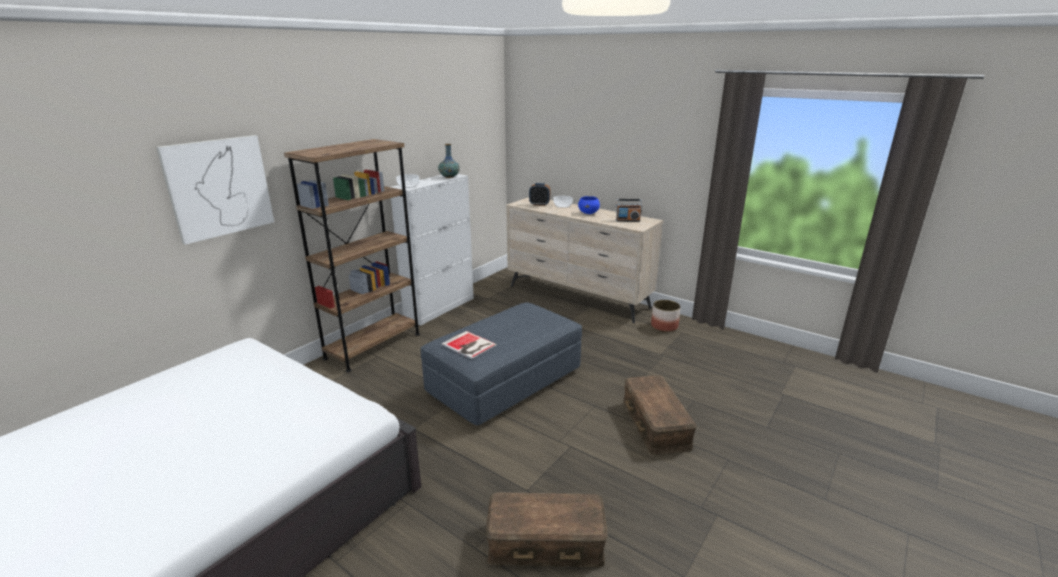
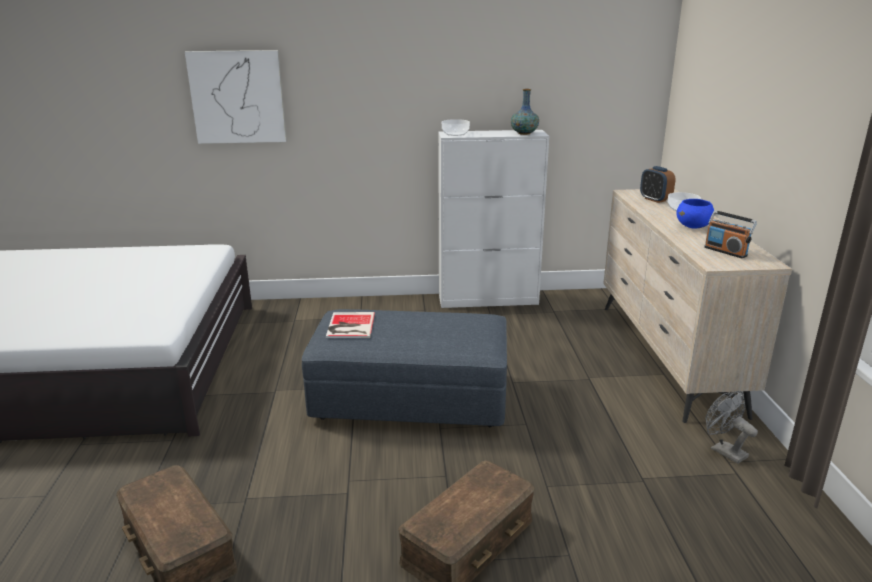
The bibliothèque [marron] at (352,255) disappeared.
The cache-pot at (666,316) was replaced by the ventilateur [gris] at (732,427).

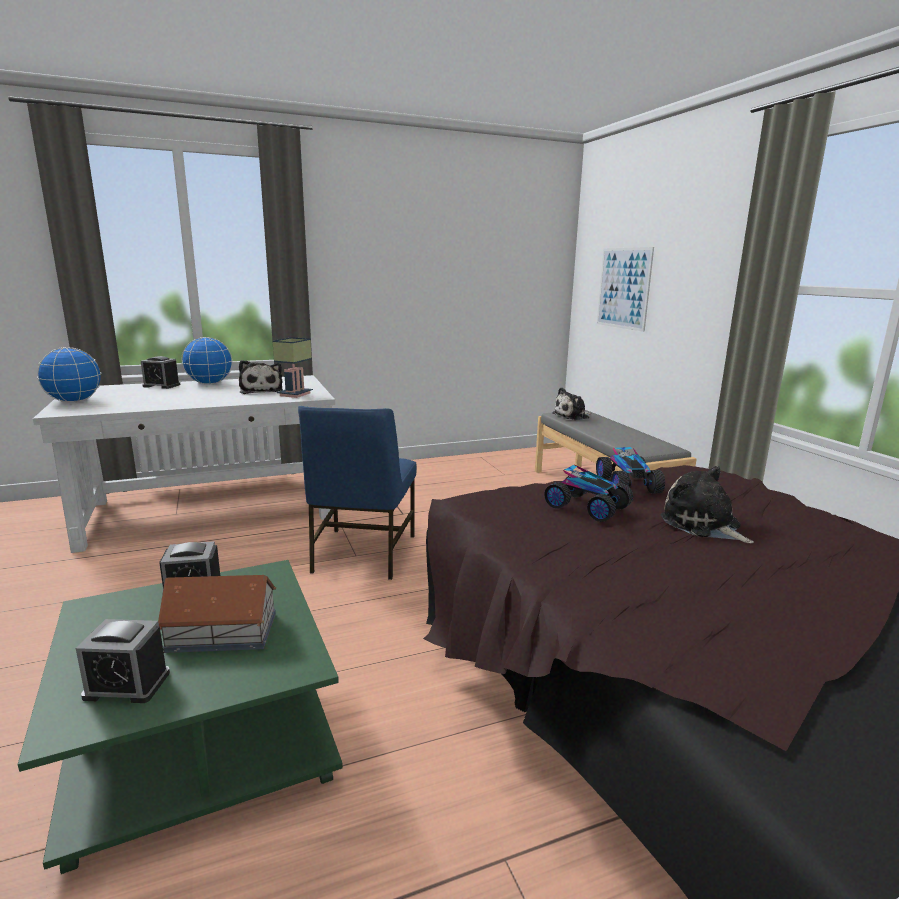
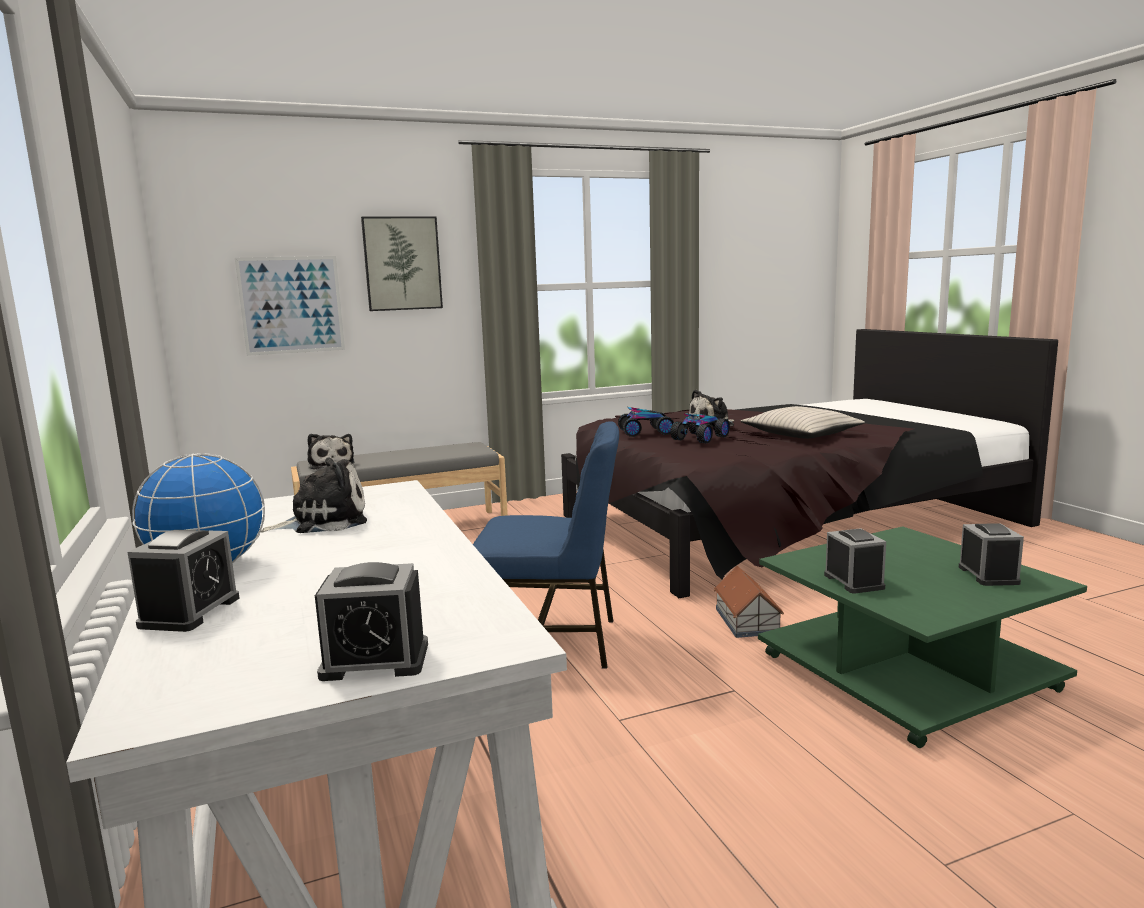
The globe at (69,375) was replaced by the réveil at (371,621).
The maison miniature moved from (217,614) to (749,602).
The lampe de table at (293,367) disappeared.
The tableau at (402,263) appeared.
The coussin [beige] at (803,422) appeared.

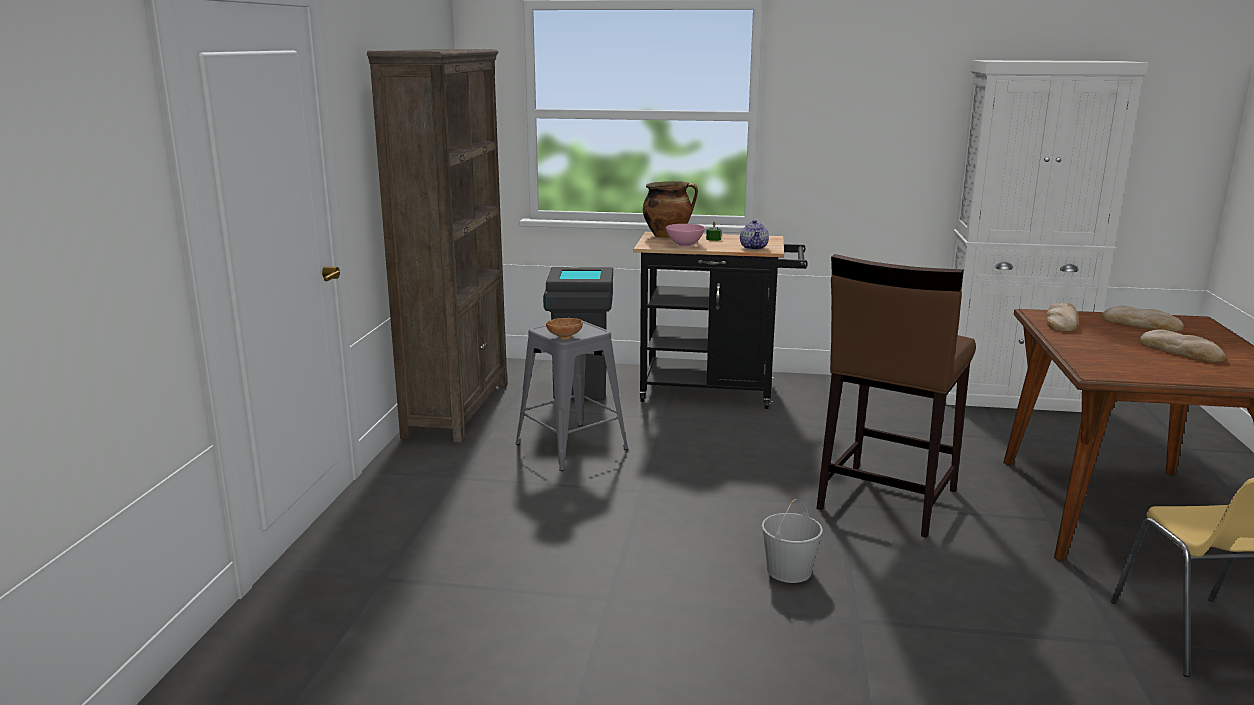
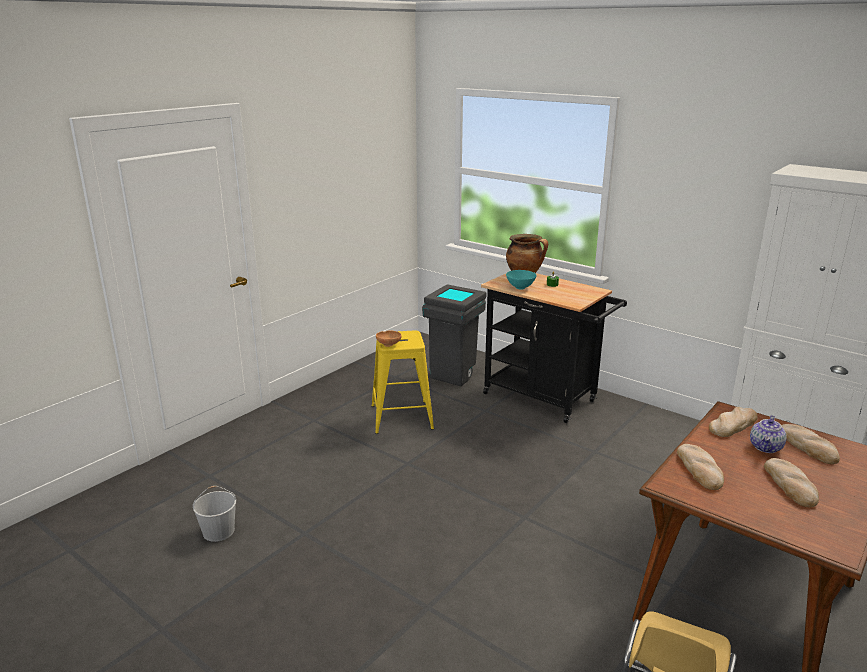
The bibliothèque [marron] at (437,246) disappeared.
The tabouret [gris] at (572,396) became the tabouret [jaune] at (402,382).
The bol [rose] at (685,235) became the bol [turquoise] at (521,280).
The théière moved from (754,235) to (768,434).
The seau [blanc] moved from (792,541) to (214,514).
The tabouret [marron] at (896,396) disappeared.
The pain at (700,467) appeared.

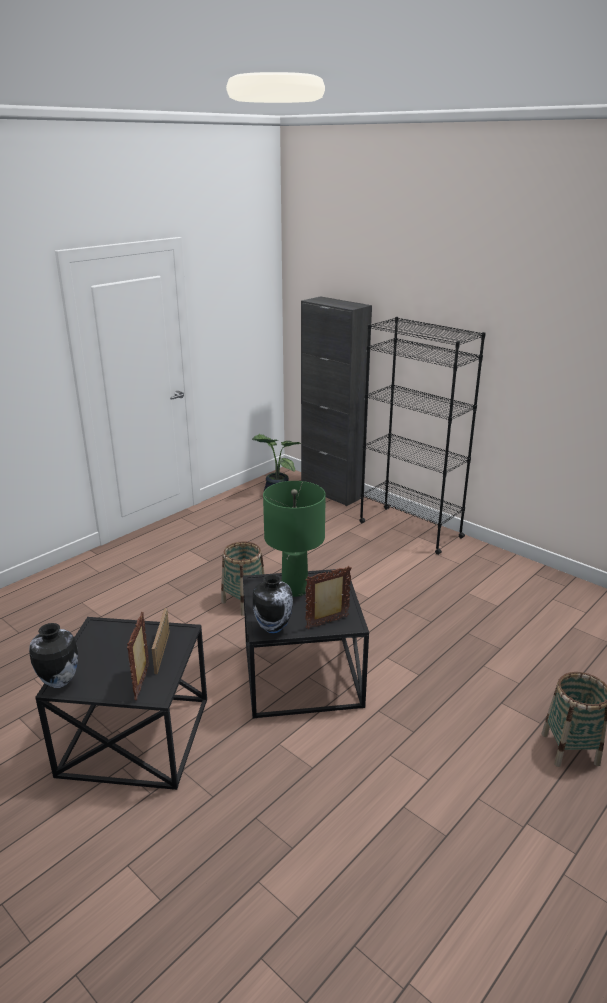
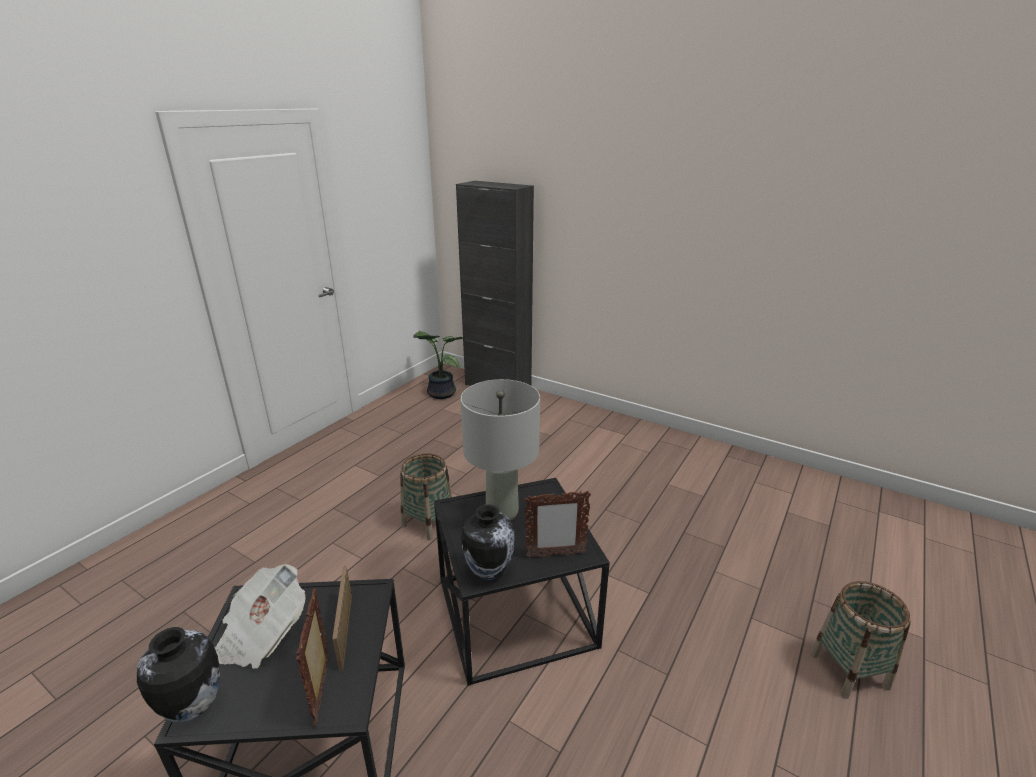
The lampe de table [vert] at (294,539) became the lampe de table [gris] at (500,450).
The cadre photo at (328,597) turned 150 degrees counterclockwise.
The bibliothèque [noir] at (422,436) disappeared.
The journal at (260,616) appeared.

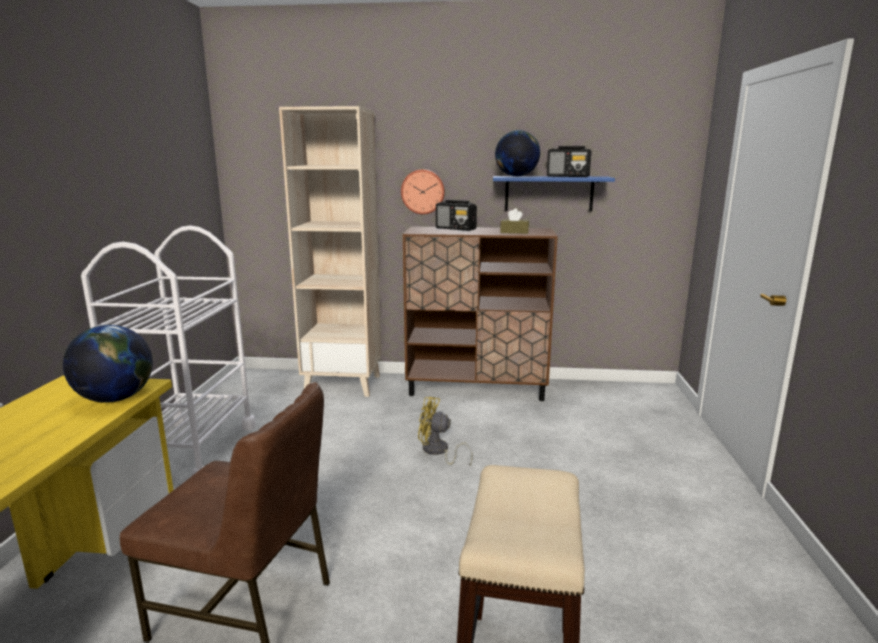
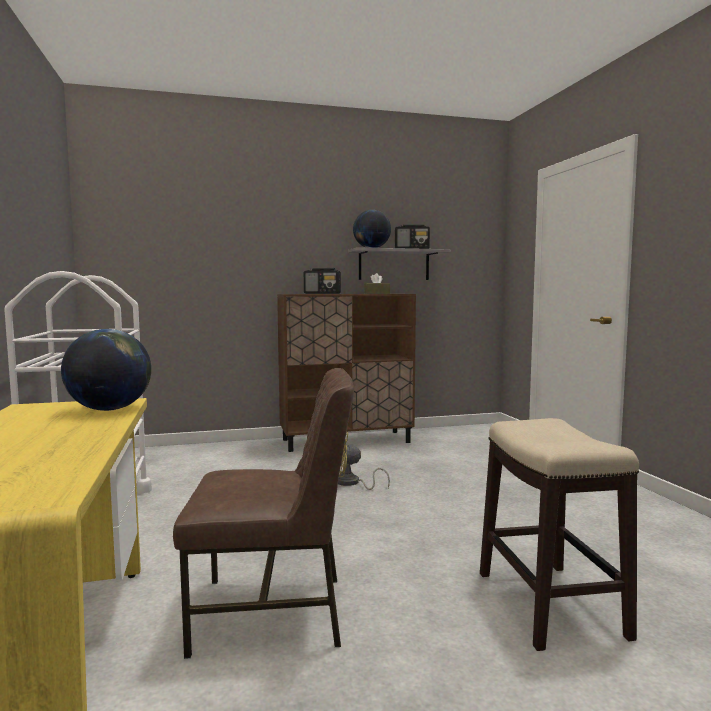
The bibliothèque [beige] at (330,251) disappeared.
The horloge murale at (423,191) disappeared.
The étagère [bleu] at (554,193) became the étagère [gris] at (399,263).

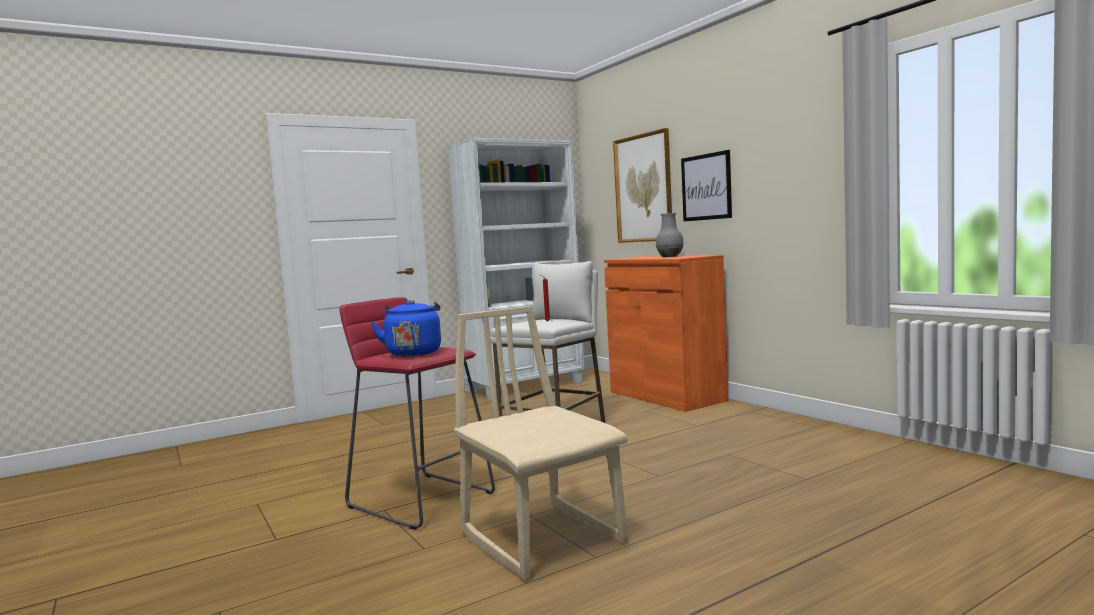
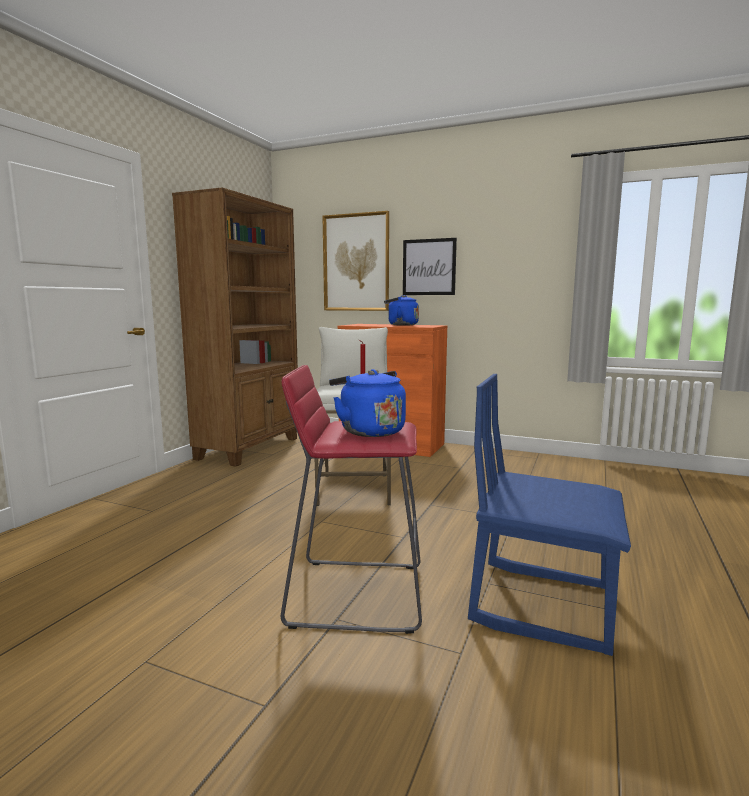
The bibliothèque [blanc] at (516,269) became the bibliothèque [marron] at (235,326).
The chaise [beige] at (541,443) became the chaise [bleu] at (549,515).
The vase [gris] at (670,235) was replaced by the bouilloire [bleu] at (401,310).

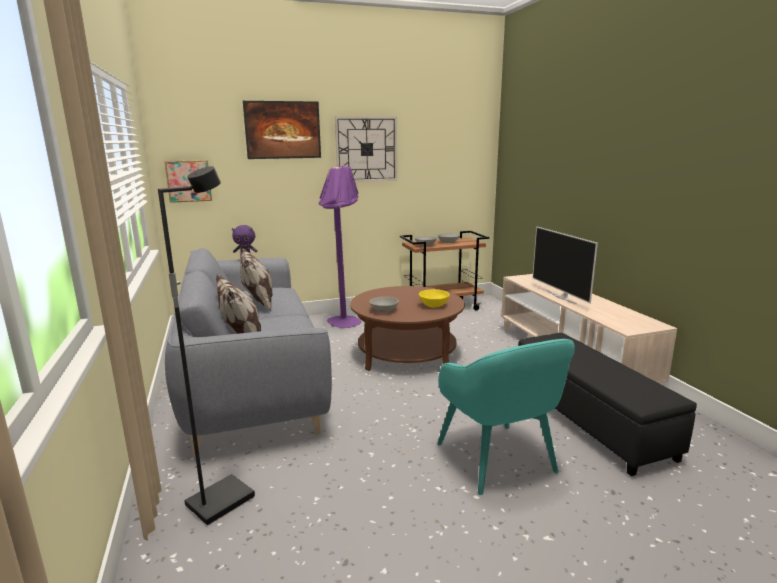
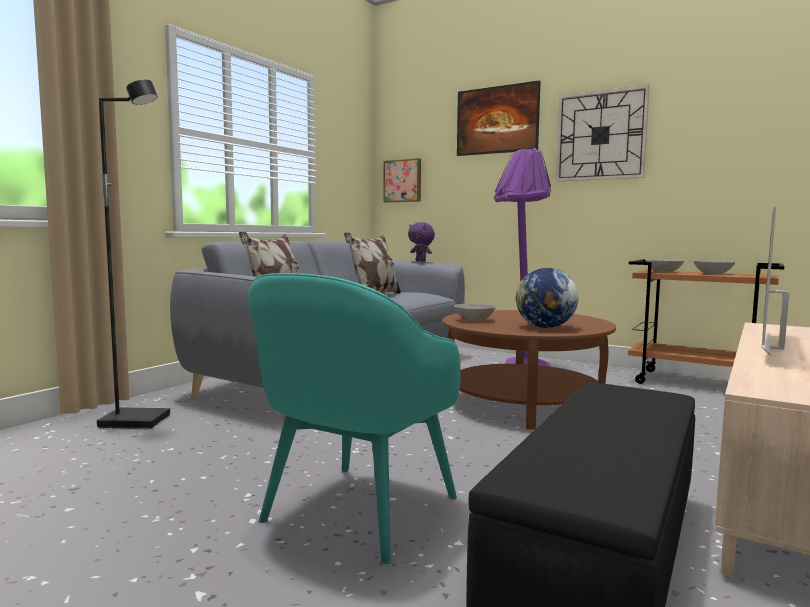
The bol [jaune] at (434,298) was replaced by the globe at (547,298).

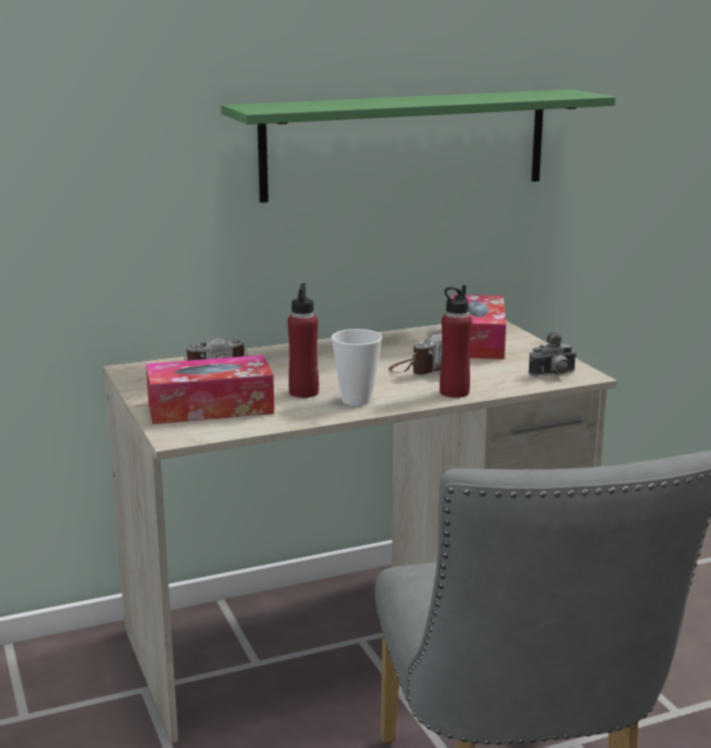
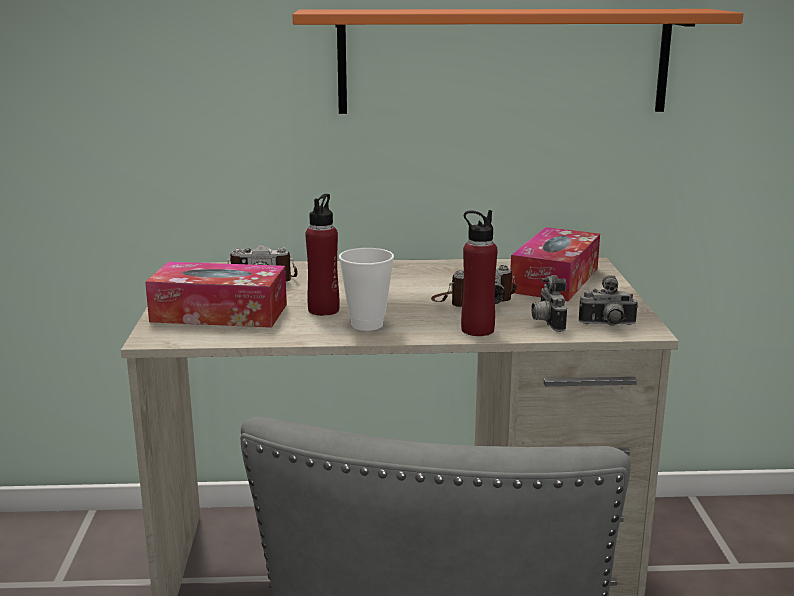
The étagère [vert] at (418,146) became the étagère [orange] at (517,61).
The appareil photo at (549,303) appeared.

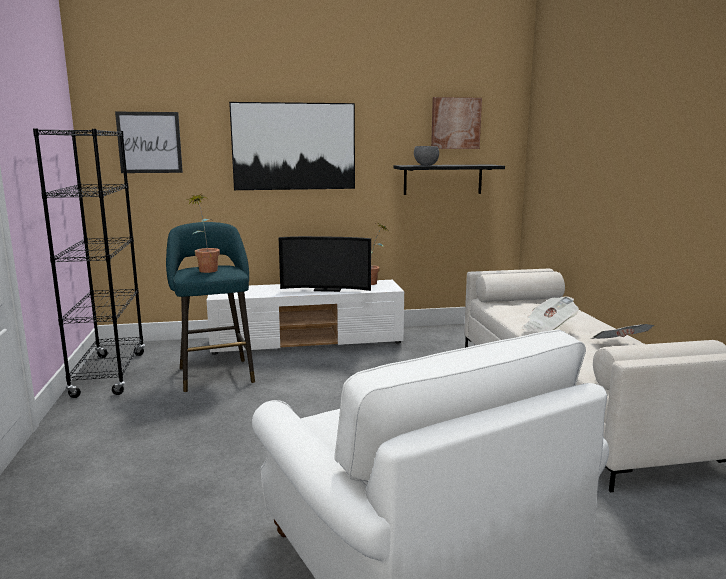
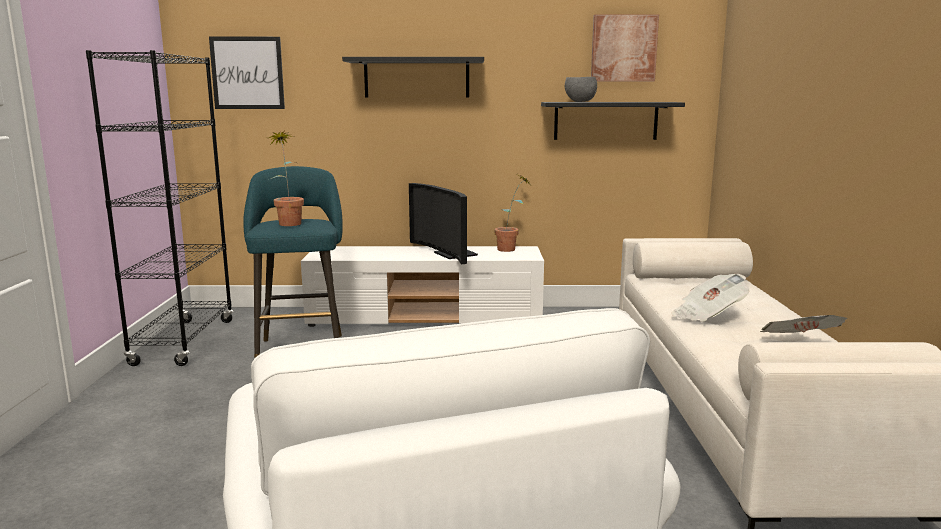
The tableau at (292,146) was replaced by the étagère [noir] at (413,77).
The téléviseur at (325,264) turned 45 degrees clockwise.

